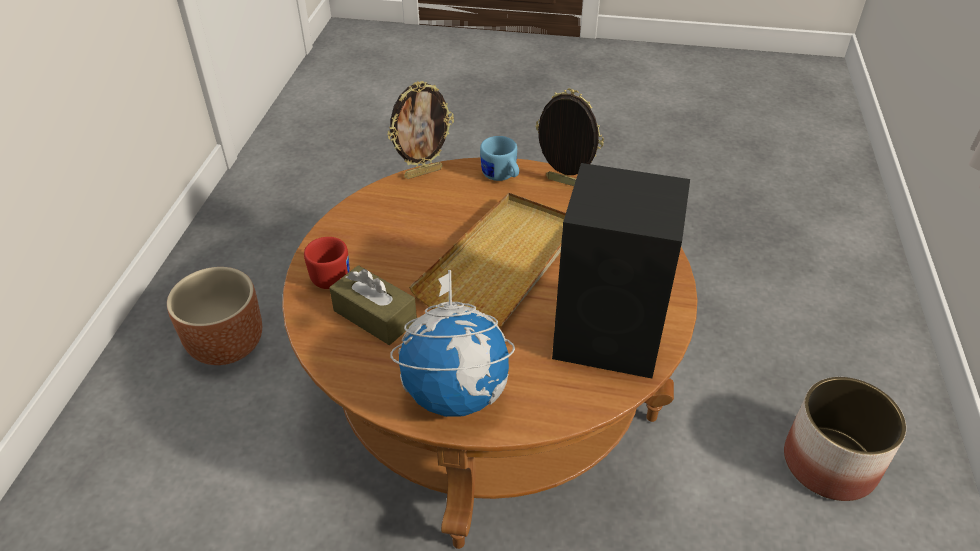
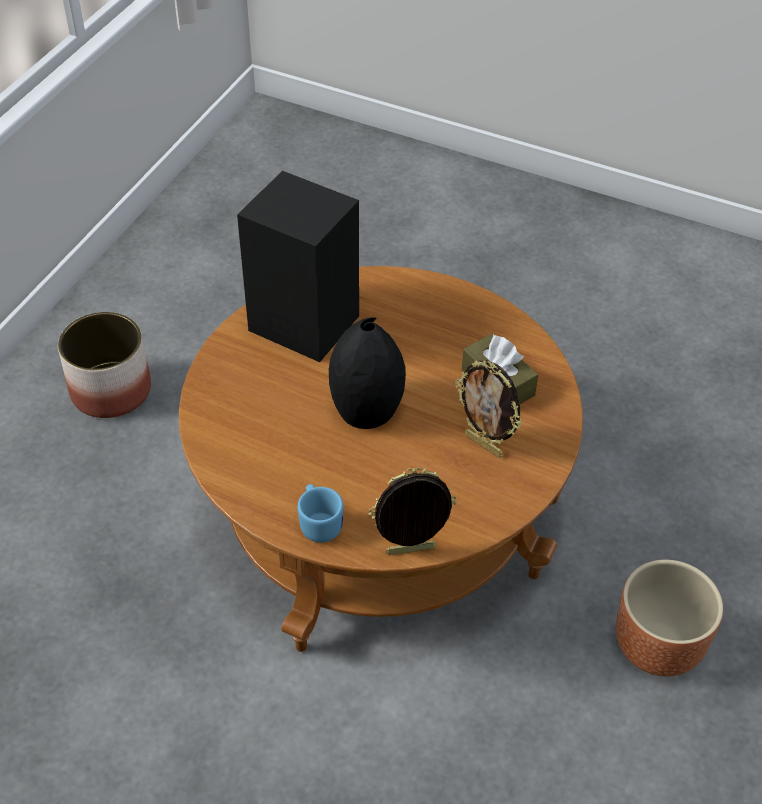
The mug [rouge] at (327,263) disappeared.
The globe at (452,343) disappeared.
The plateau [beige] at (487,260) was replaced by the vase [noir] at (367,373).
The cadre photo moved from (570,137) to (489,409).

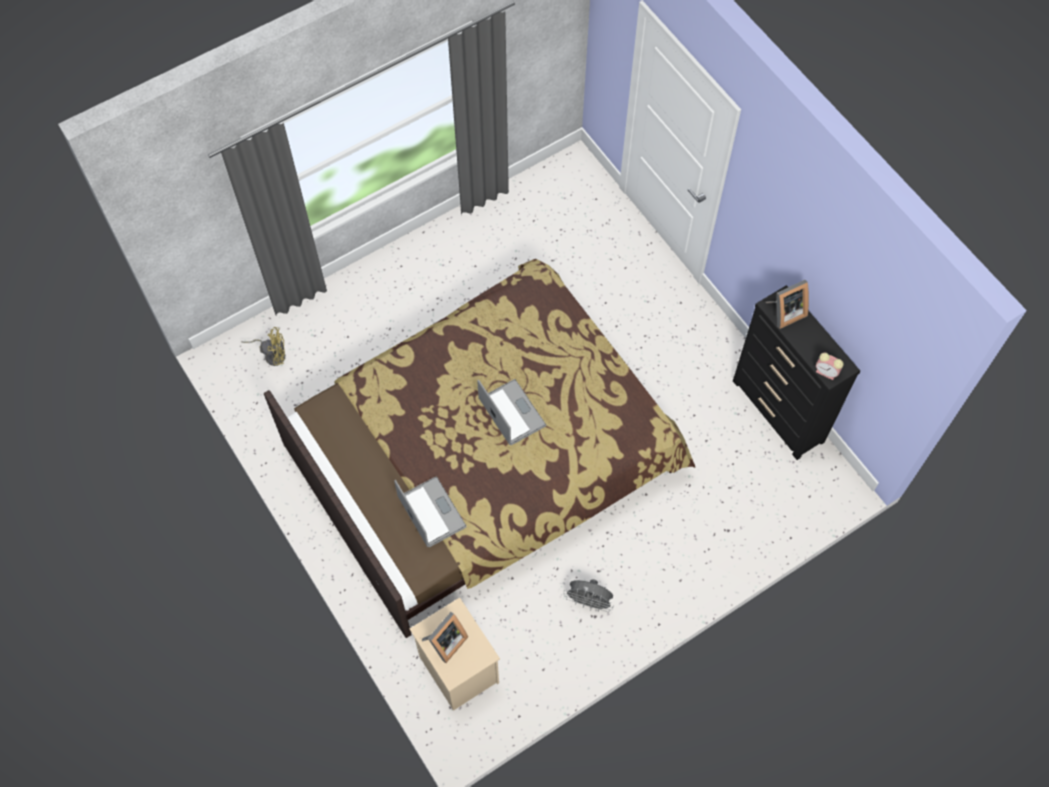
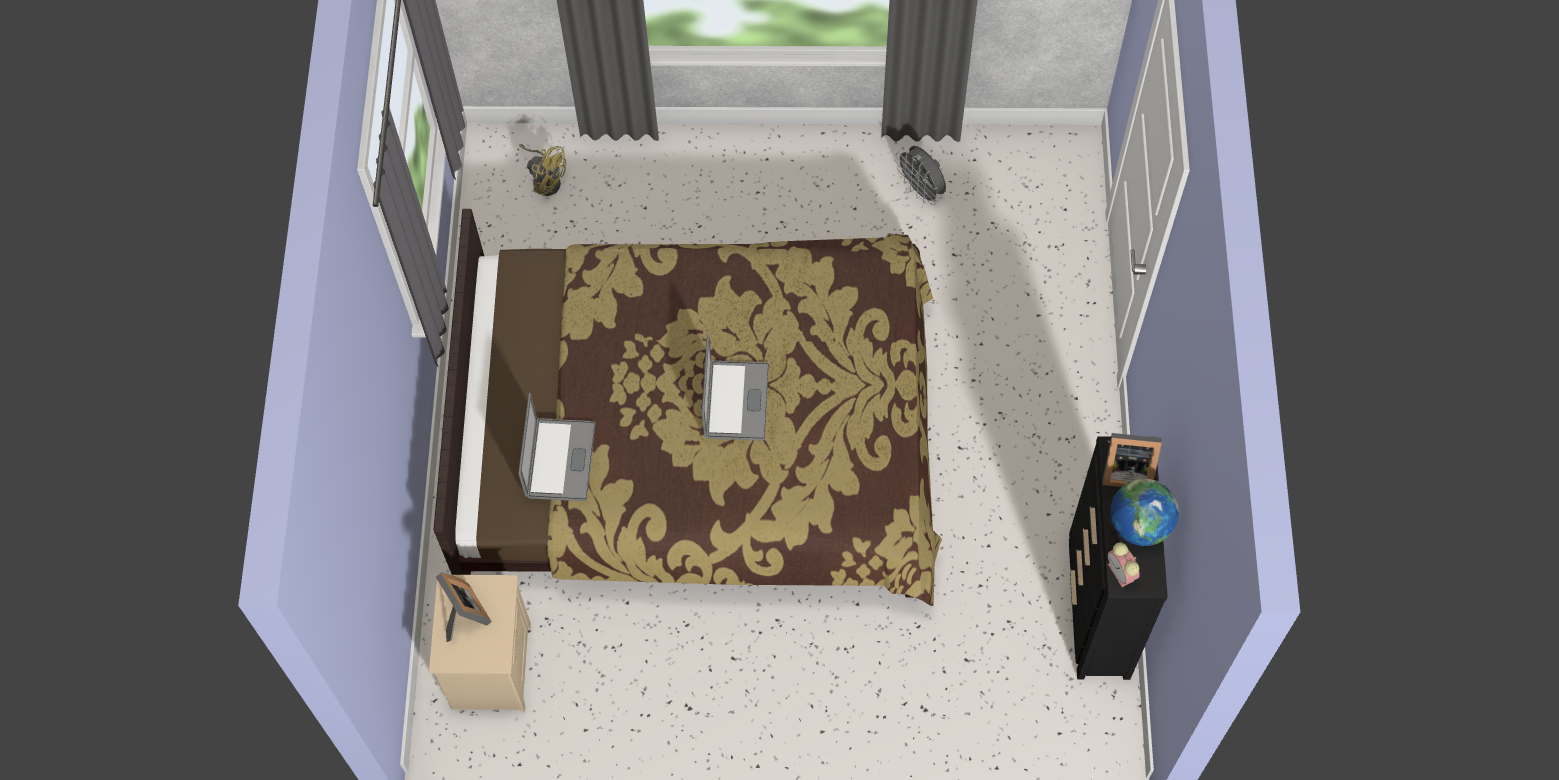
The cadre photo at (445,637) turned 105 degrees counterclockwise.
The ventilateur [gris] moved from (588,595) to (920,175).
The globe at (1144,512) appeared.

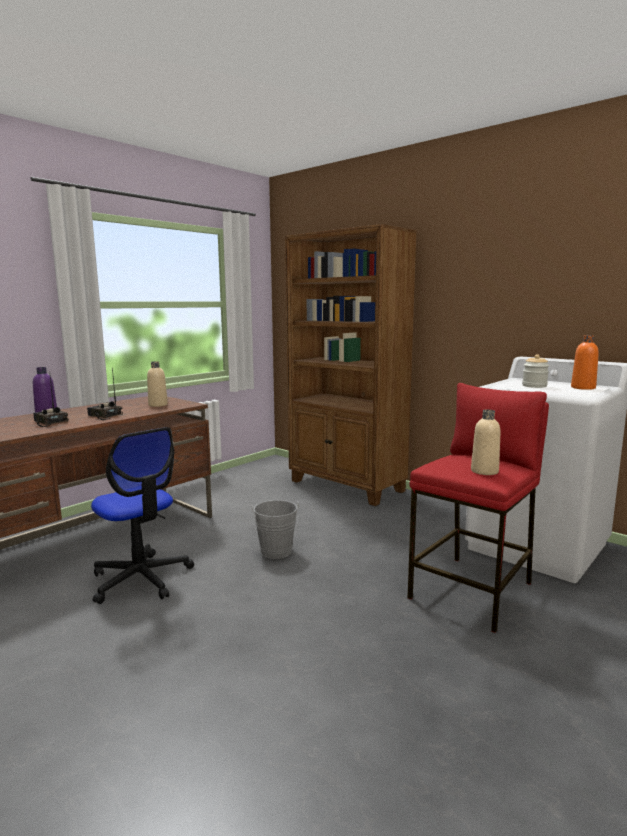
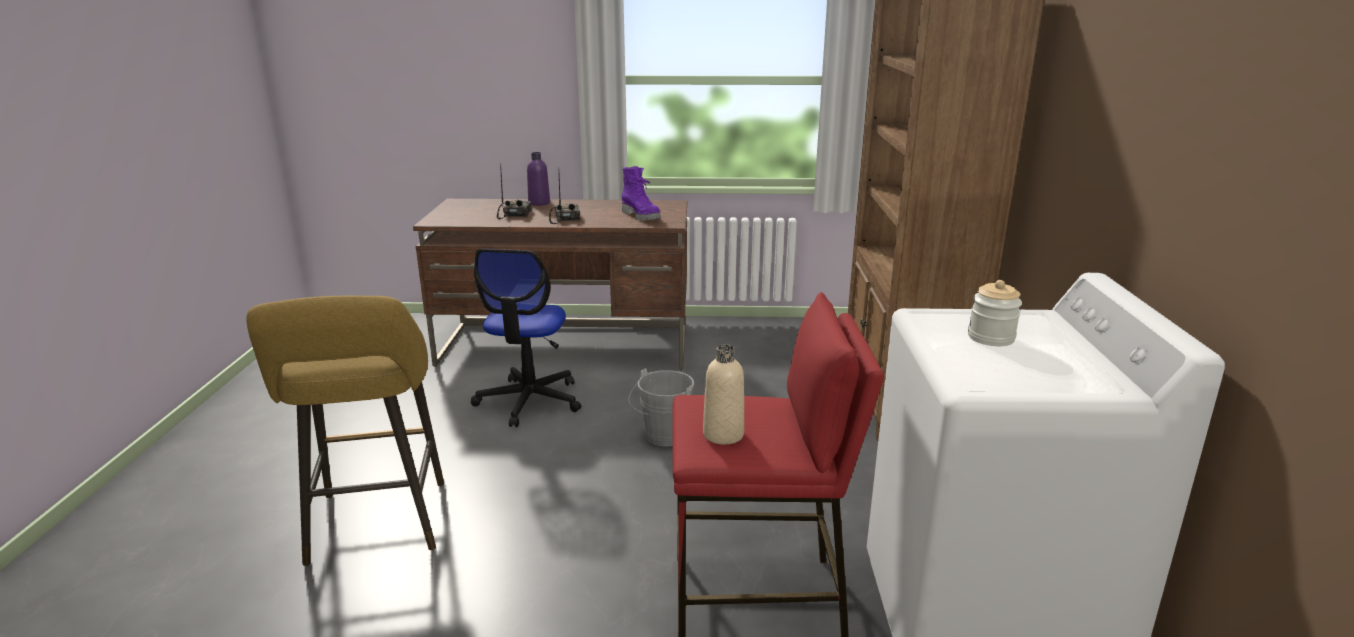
The bouteille [beige] at (157,384) was replaced by the botte [violet] at (641,193).
The bouteille [orange] at (585,362) disappeared.
The tabouret [jaune] at (345,431) appeared.

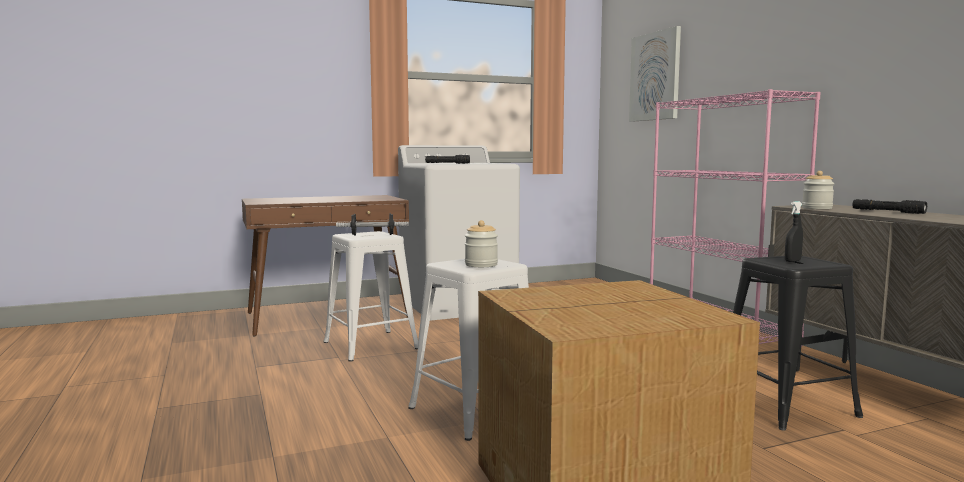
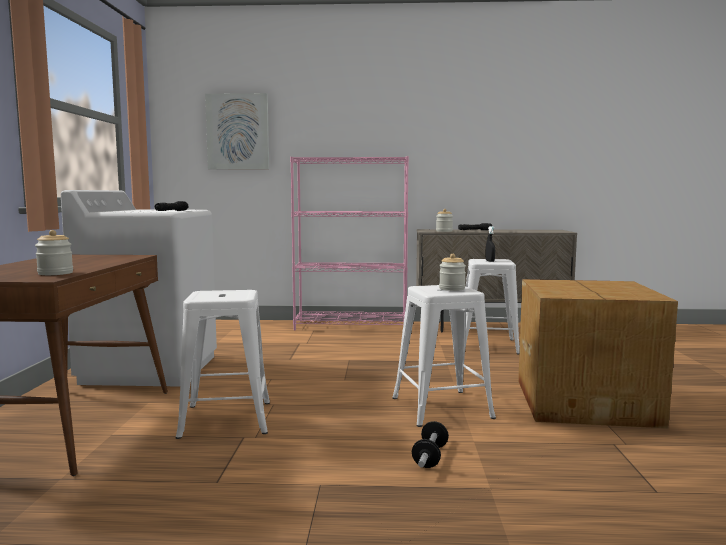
The haltère moved from (372,224) to (430,444).
The tabouret [noir] at (798,343) became the tabouret [blanc] at (492,307).
The bocal at (54,252) appeared.

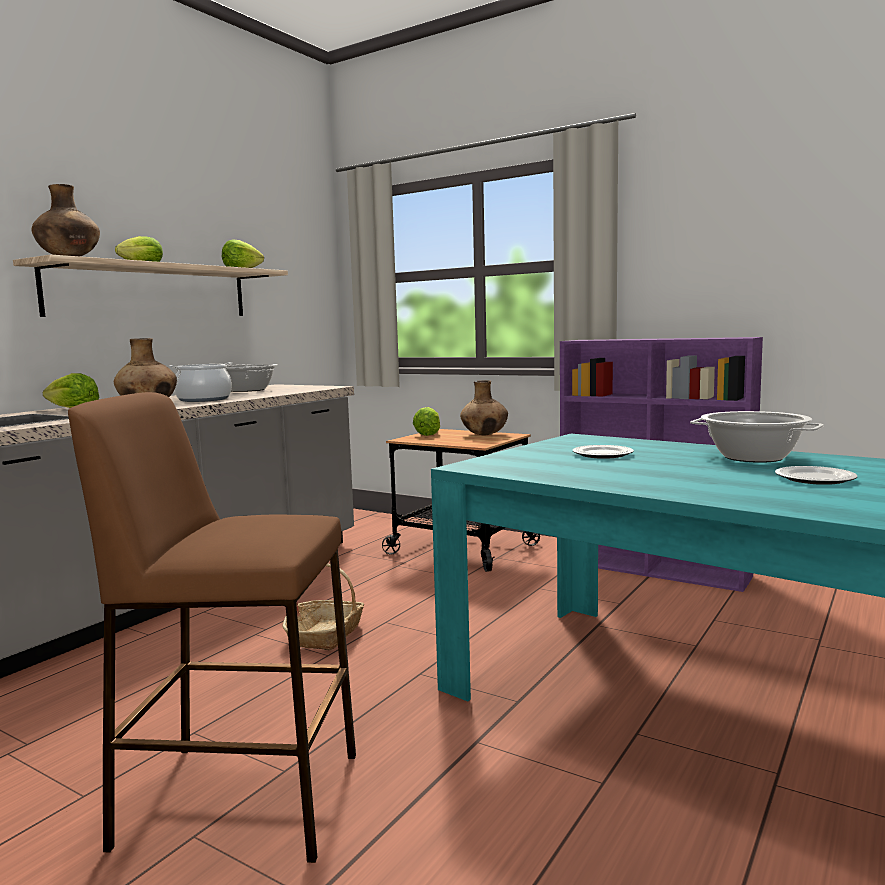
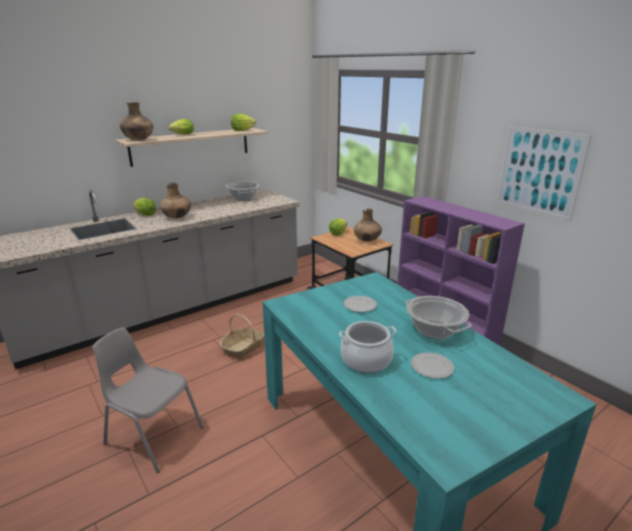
The tabouret [marron] at (212,627) was replaced by the chaise [gris] at (147,400).
The marmite moved from (200,382) to (368,347).
The tableau at (544,173) appeared.

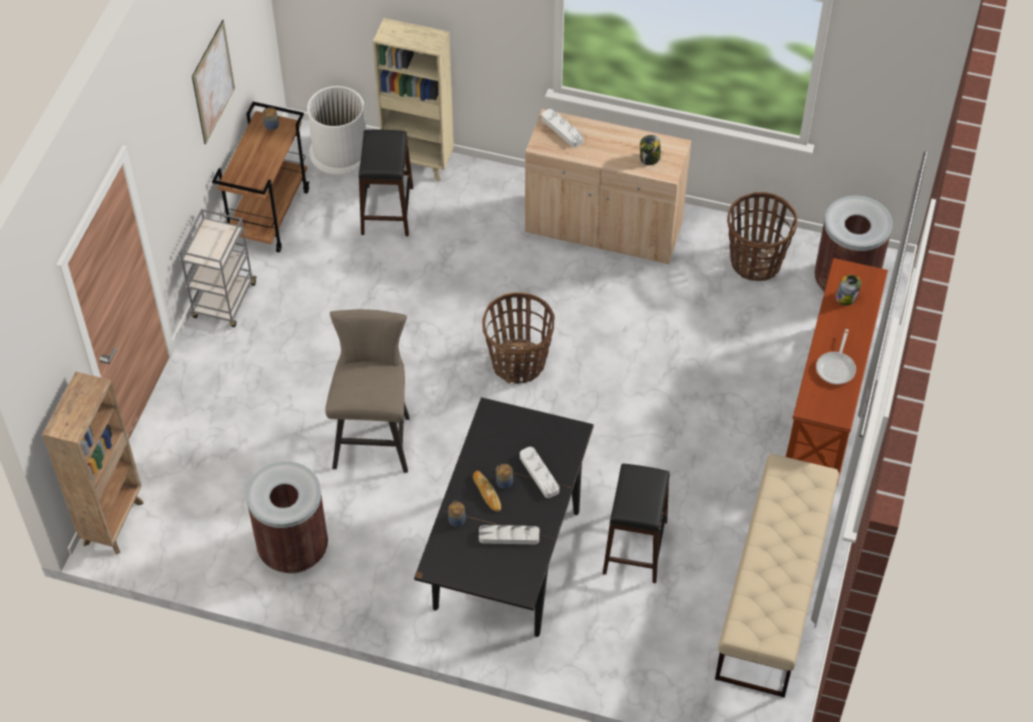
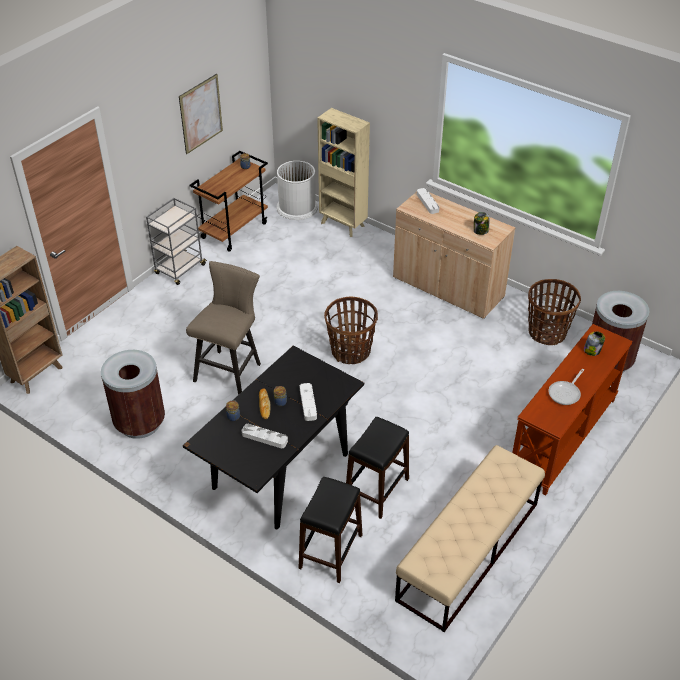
The tabouret [noir] moved from (386,183) to (330,530).

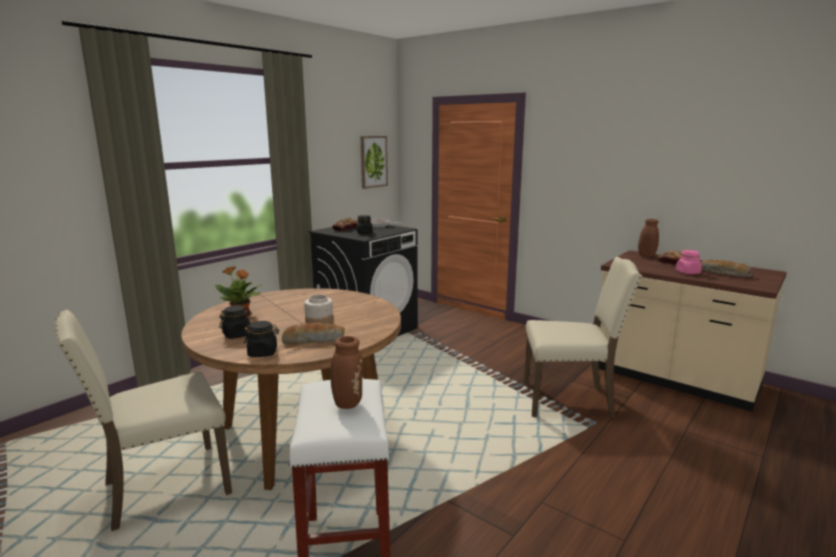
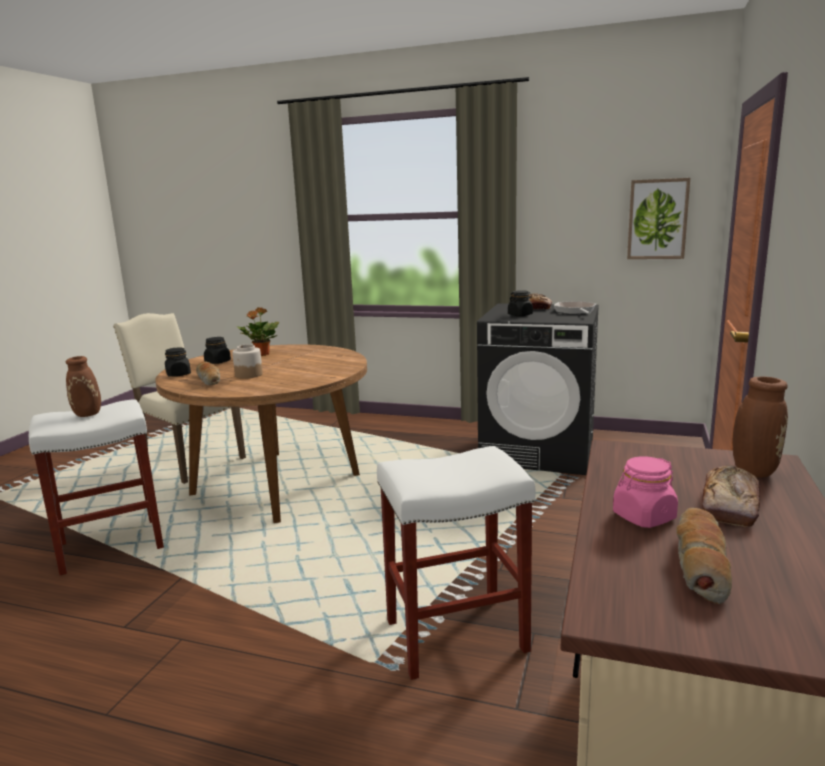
The chaise [beige] at (583,337) was replaced by the tabouret [blanc] at (456,563).

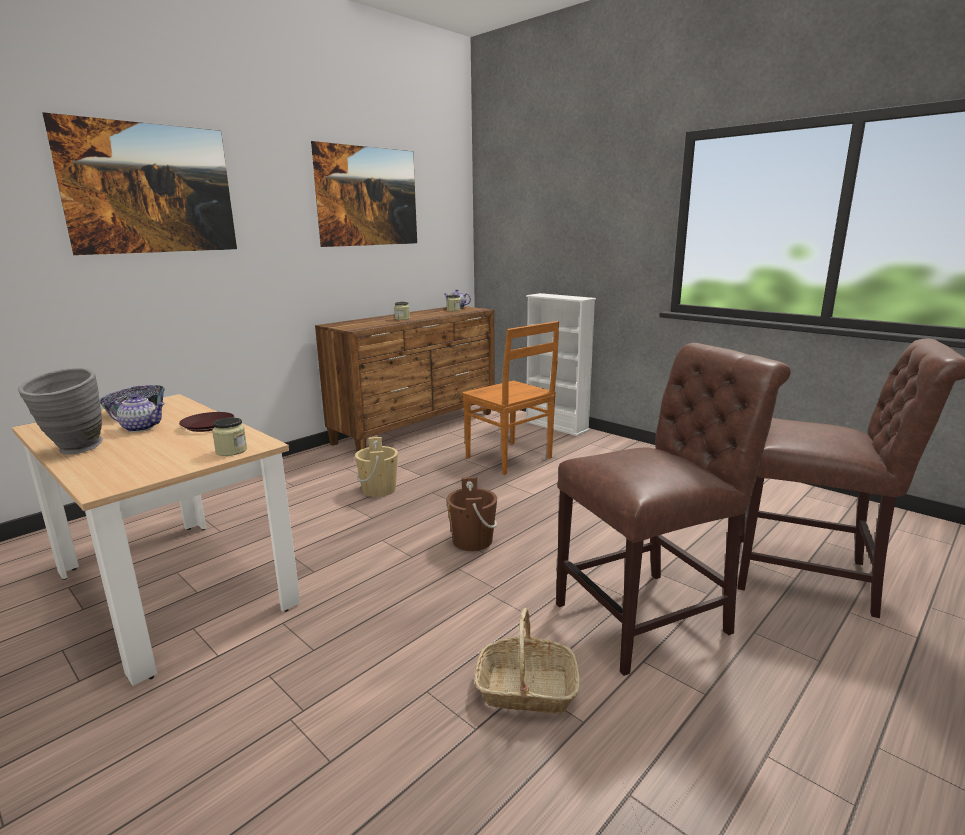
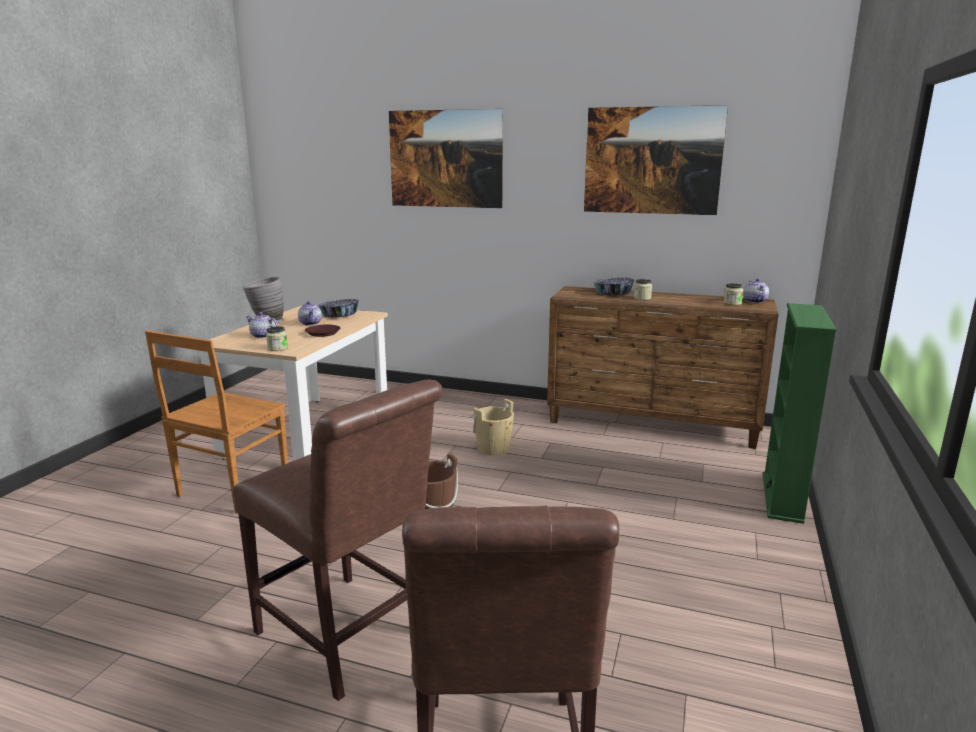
The chaise [marron] moved from (510,398) to (216,422).
The panier at (527,661) disappeared.
The bibliothèque [blanc] at (561,364) became the bibliothèque [vert] at (800,413).
The théière at (262,325) appeared.
The bol at (614,286) appeared.

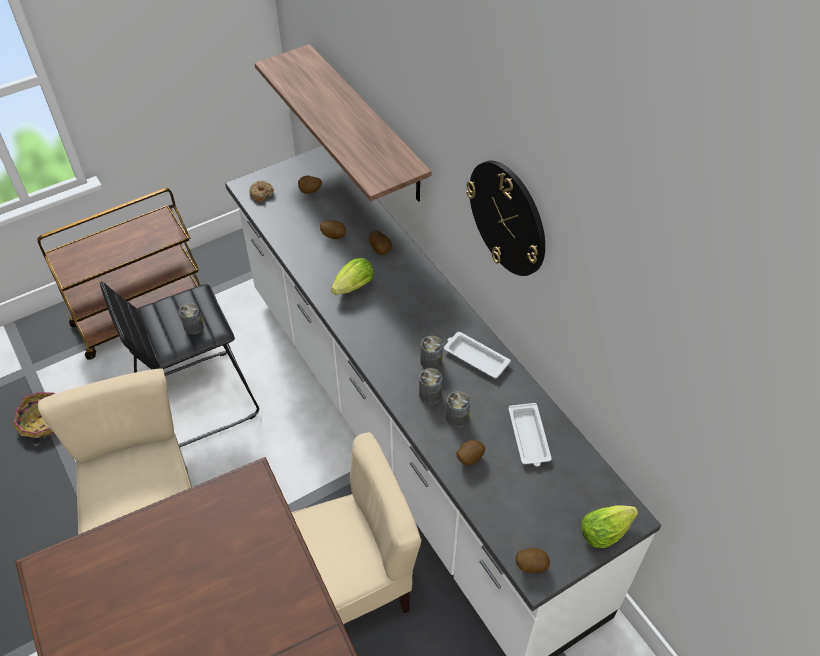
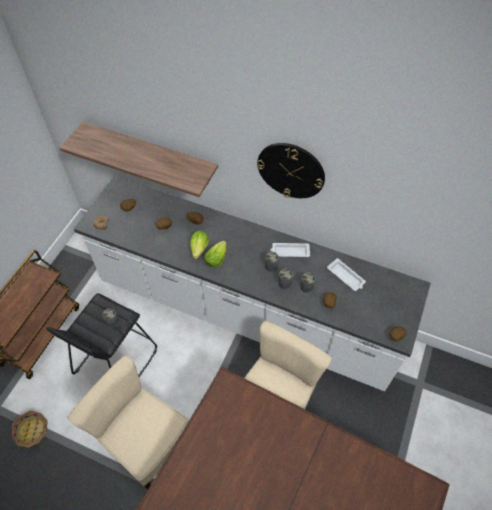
The laitue moved from (609,526) to (216,254).

